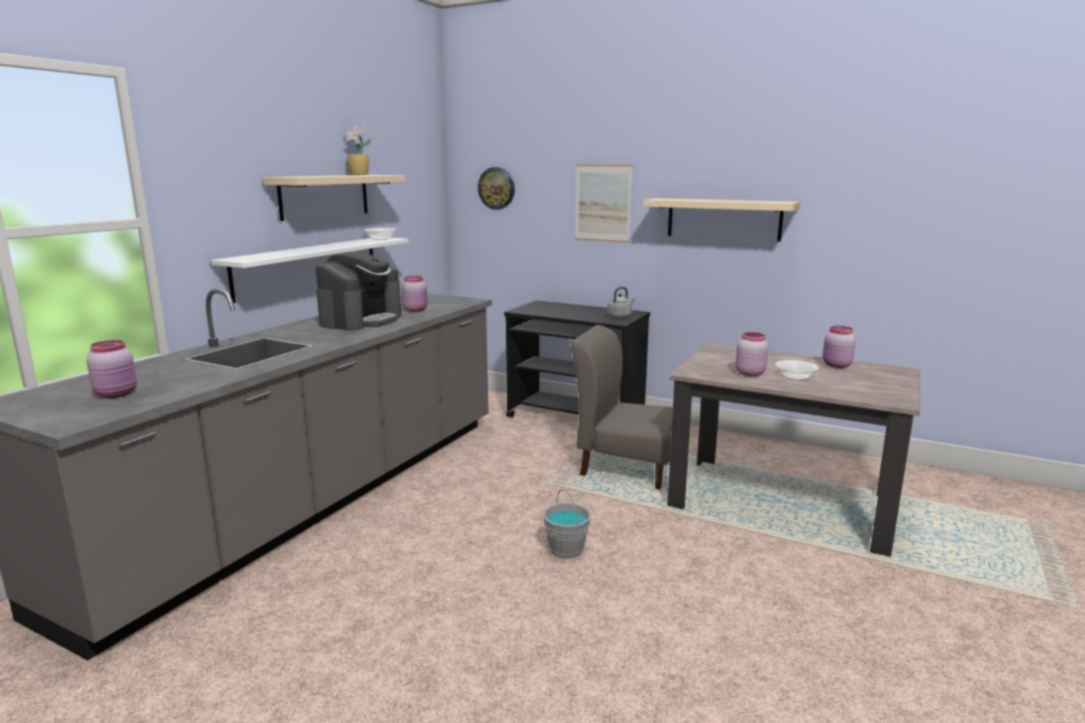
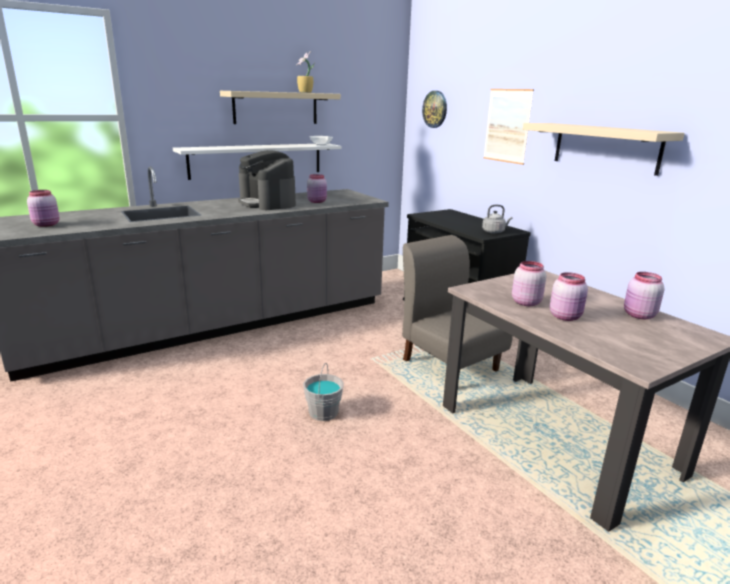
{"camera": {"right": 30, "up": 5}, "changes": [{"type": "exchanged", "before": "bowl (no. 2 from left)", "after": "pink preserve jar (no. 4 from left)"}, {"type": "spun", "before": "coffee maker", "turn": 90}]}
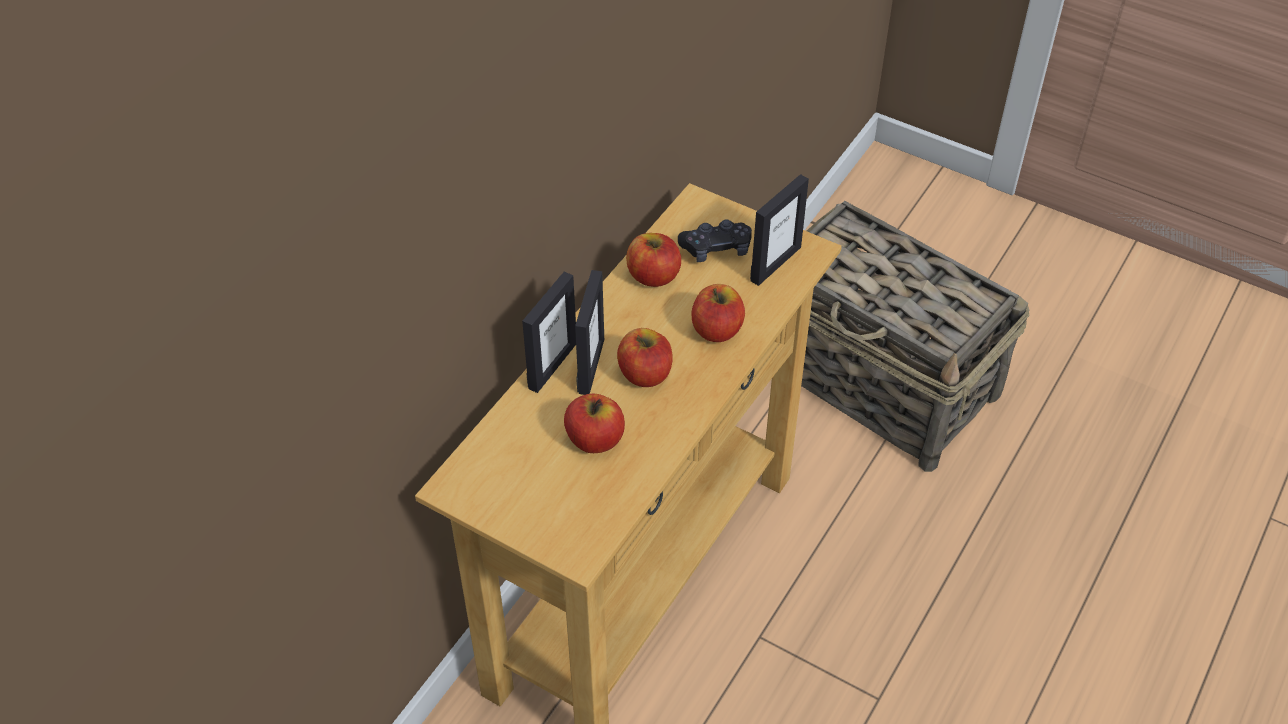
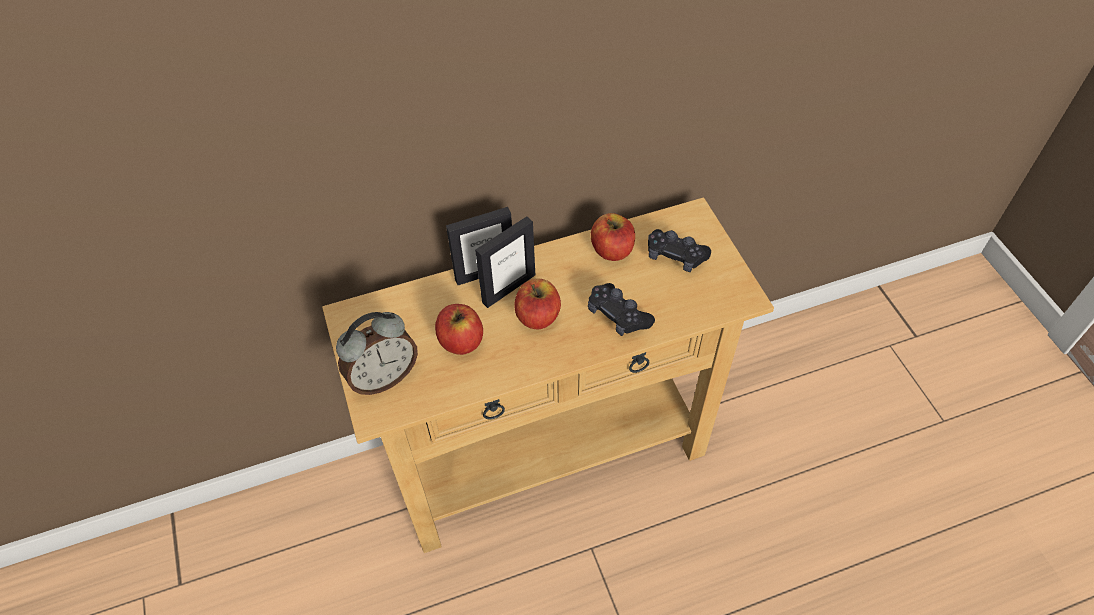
{"camera": {"right": 40, "up": 5}, "changes": [{"type": "missing", "before": "photo frame (no. 3 from left)"}, {"type": "missing", "before": "storage basket"}, {"type": "appeared", "after": "bedside clock"}, {"type": "exchanged", "before": "apple fruit (no. 4 from left)", "after": "black gamepad (no. 1 from left)"}]}
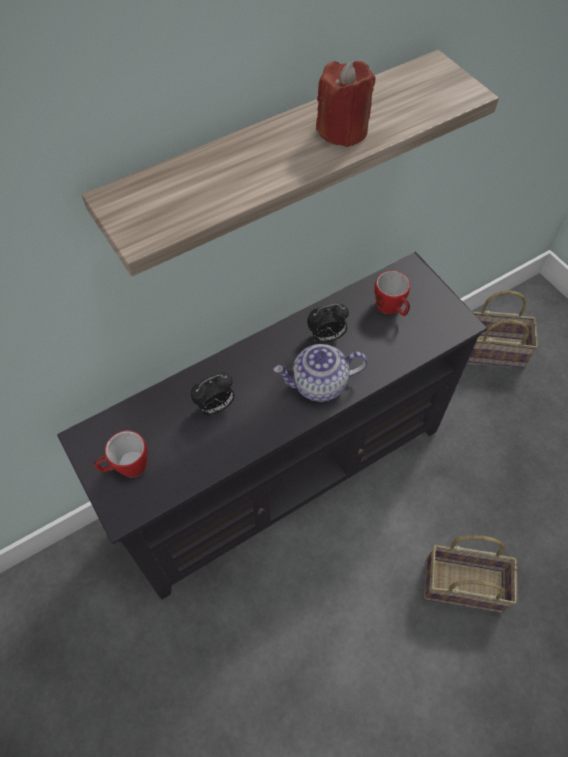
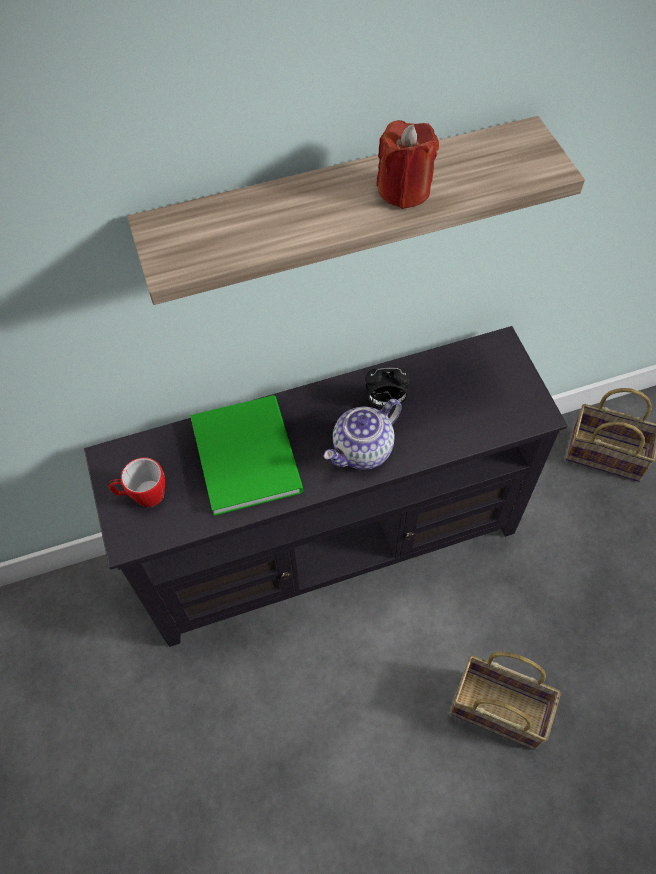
{"camera": {"right": 15, "up": 0}, "changes": [{"type": "missing", "before": "coffee mug (no. 2 from left)"}, {"type": "exchanged", "before": "bedside clock (no. 1 from left)", "after": "green bound book"}, {"type": "spun", "before": "pot for tea", "turn": -45}]}
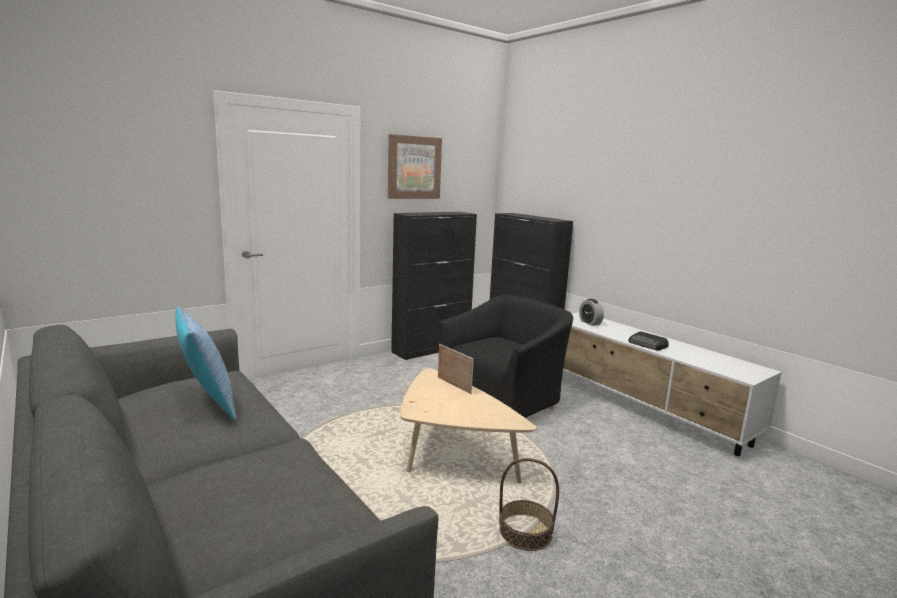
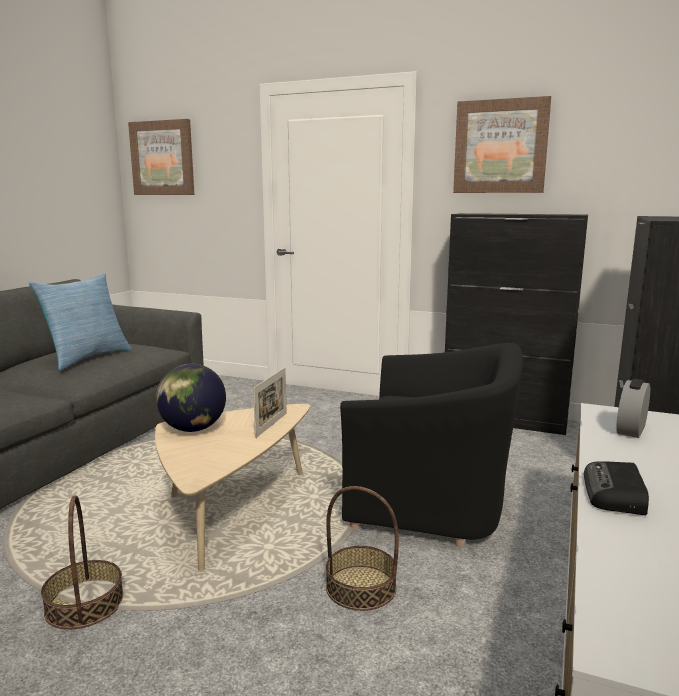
{"camera": {"right": 60, "up": 0}, "changes": [{"type": "appeared", "after": "wall art (no. 1 from left)"}, {"type": "appeared", "after": "world globe"}, {"type": "appeared", "after": "storage basket (no. 2 from left)"}]}
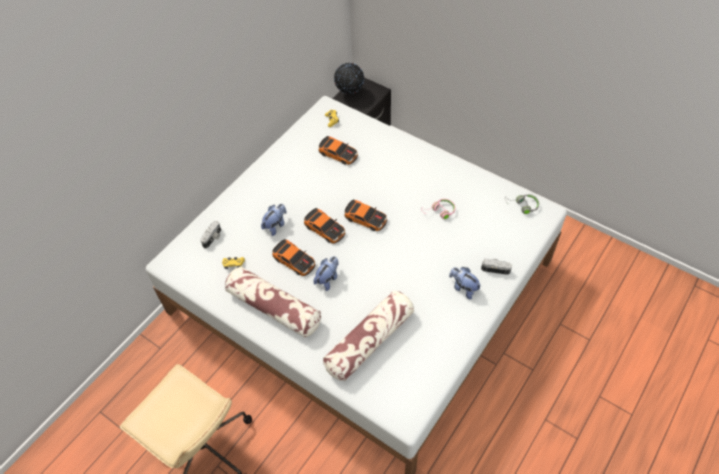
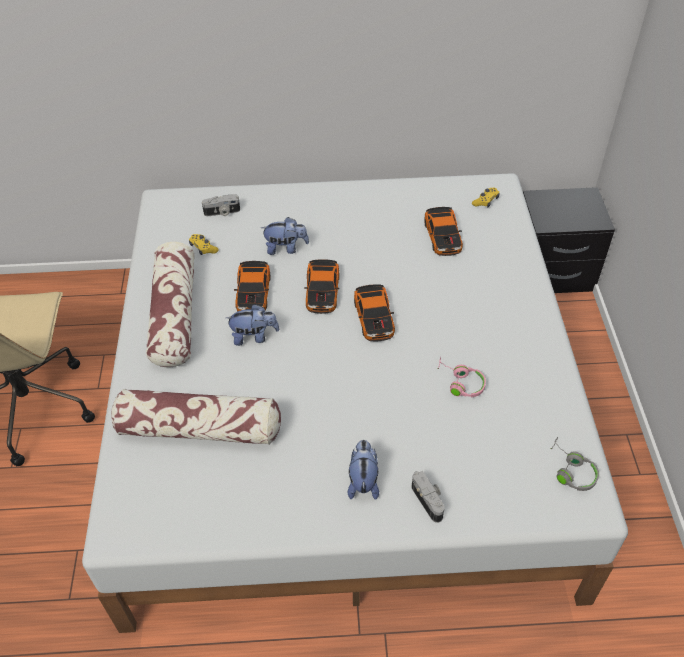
{"camera": {"right": 50, "up": -5}, "changes": [{"type": "missing", "before": "world globe"}]}
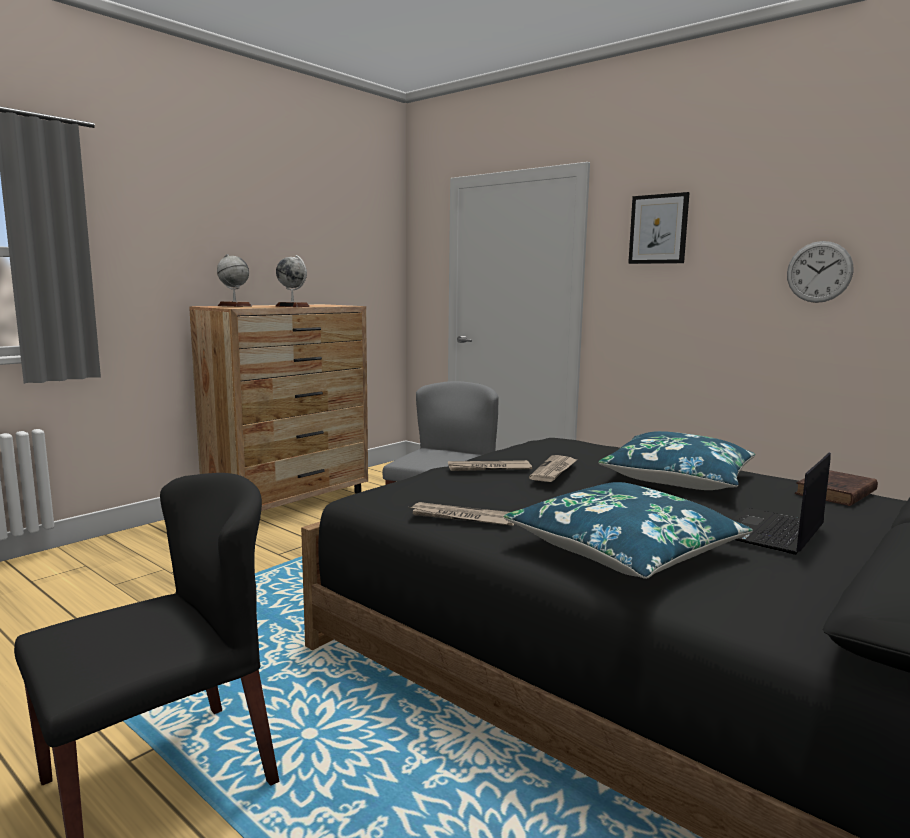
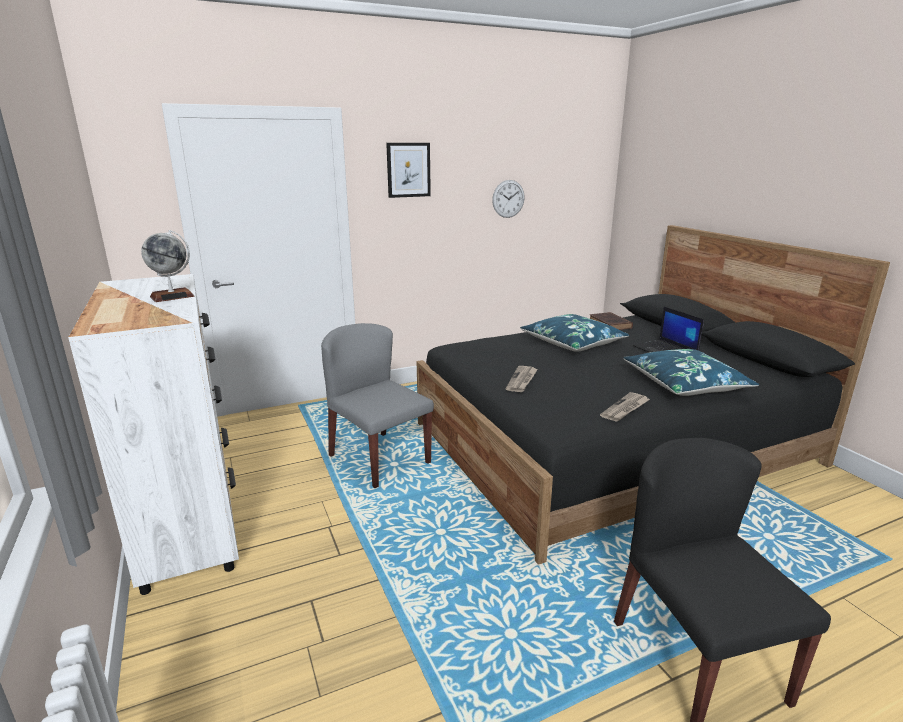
{"camera": {"right": -65, "up": 10}, "changes": [{"type": "missing", "before": "world globe (no. 1 from left)"}, {"type": "missing", "before": "newspaper (no. 3 from left)"}, {"type": "colour", "before": "brownish chest of drawers", "after": "whitish chest of drawers"}]}
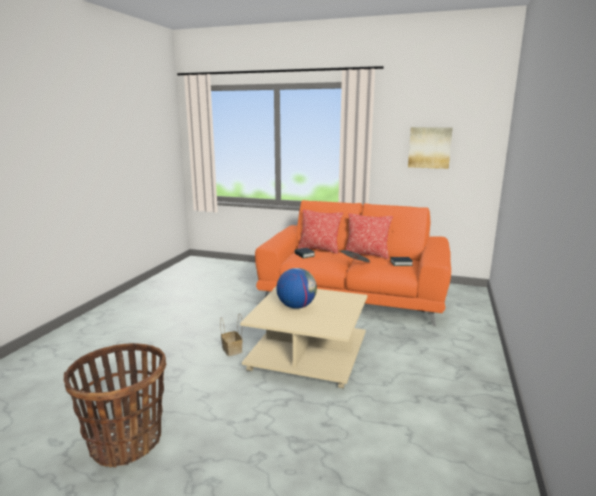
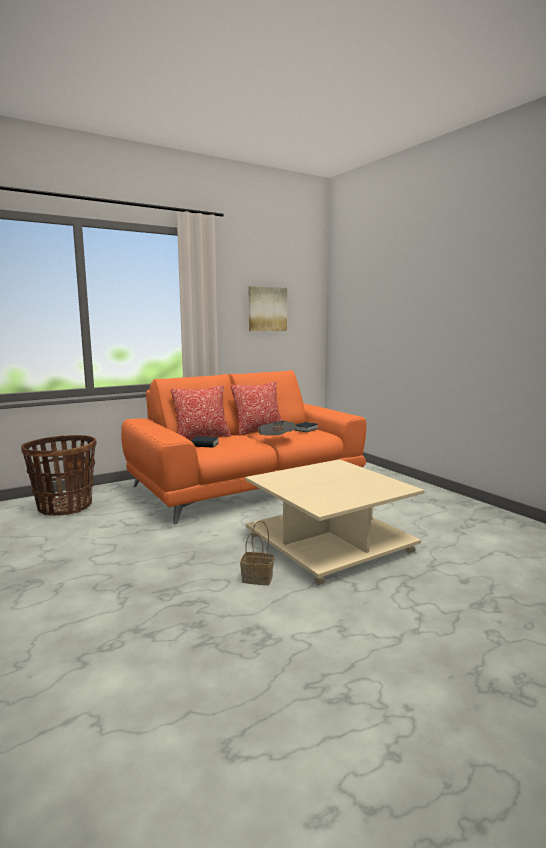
{"camera": {"right": -50, "up": -5}, "changes": [{"type": "missing", "before": "world globe"}, {"type": "relocated", "before": "storage basket (no. 1 from left)"}]}
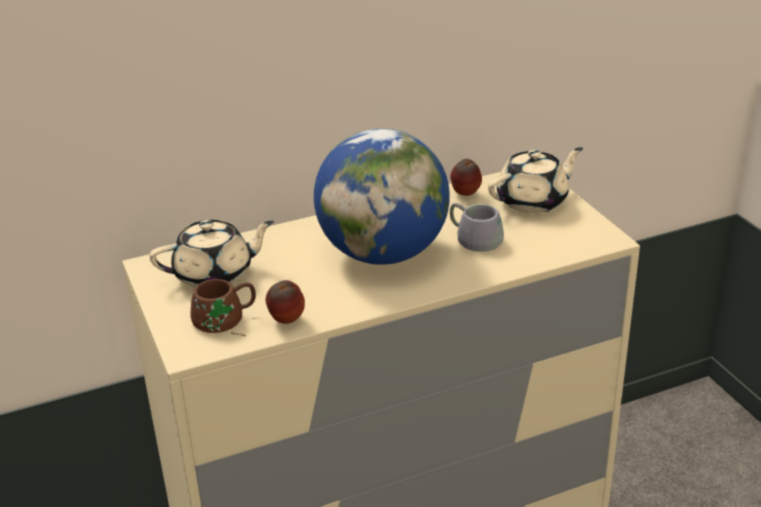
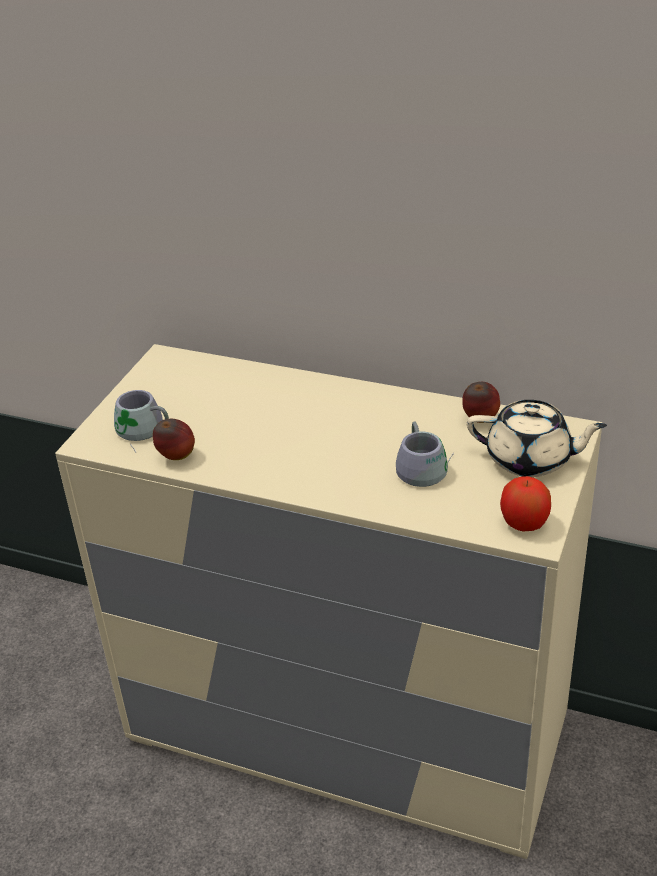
{"camera": {"right": 45, "up": 5}, "changes": [{"type": "missing", "before": "sand-coloured pot for tea (no. 1 from left)"}, {"type": "missing", "before": "world globe"}, {"type": "appeared", "after": "apple fruit (no. 3 from left)"}, {"type": "colour", "before": "brownish coffee mug", "after": "gray coffee mug (no. 1 from left)"}]}
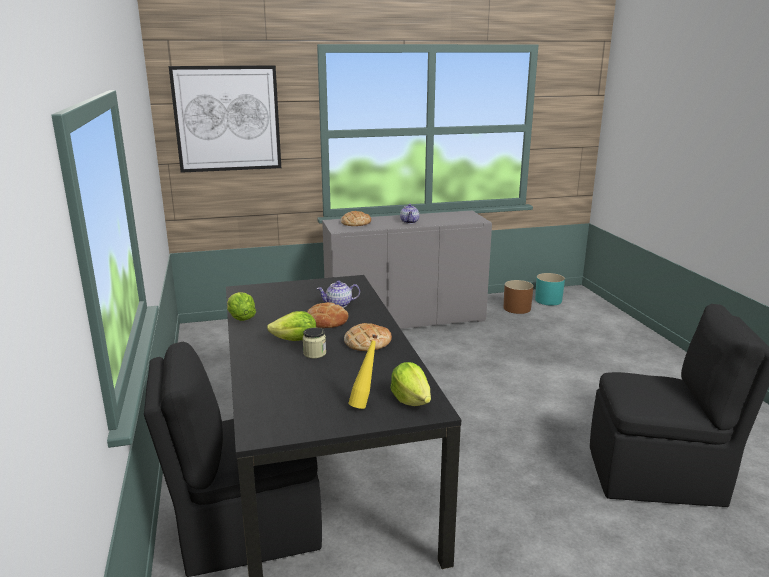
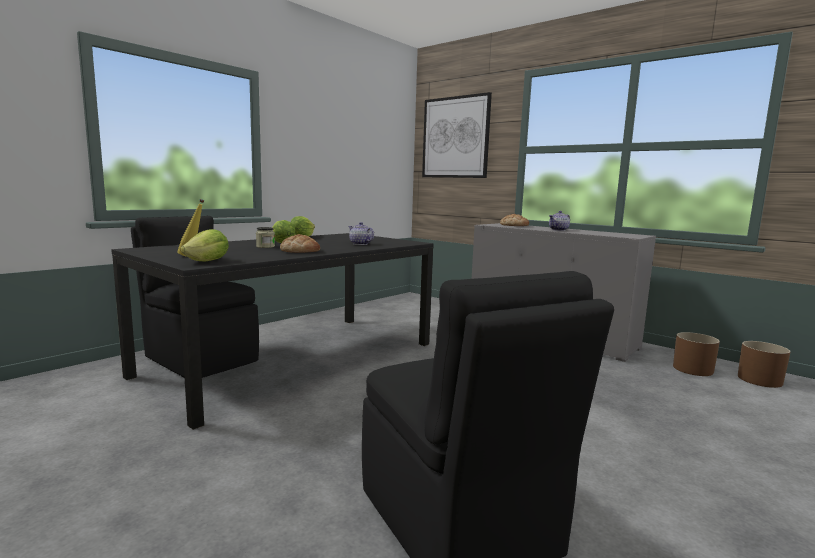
{"camera": {"right": 55, "up": -10}, "changes": [{"type": "missing", "before": "bakery bread (no. 1 from left)"}, {"type": "colour", "before": "turquoise-coloured plant pot", "after": "brownish plant pot (no. 2 from left)"}]}
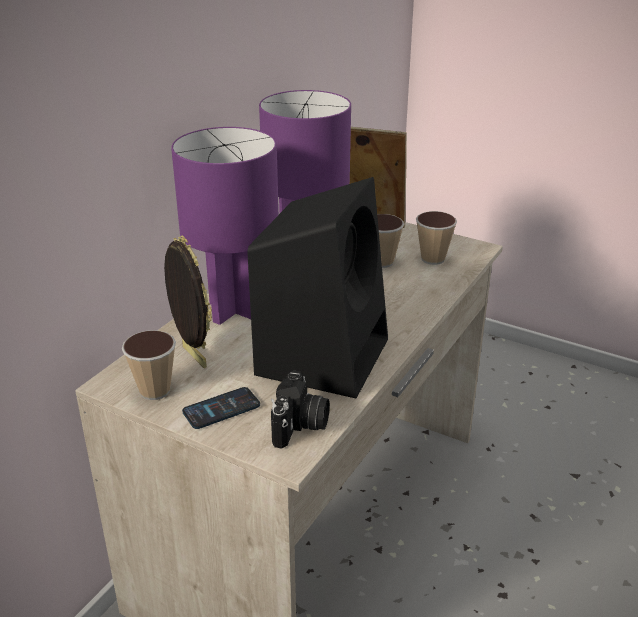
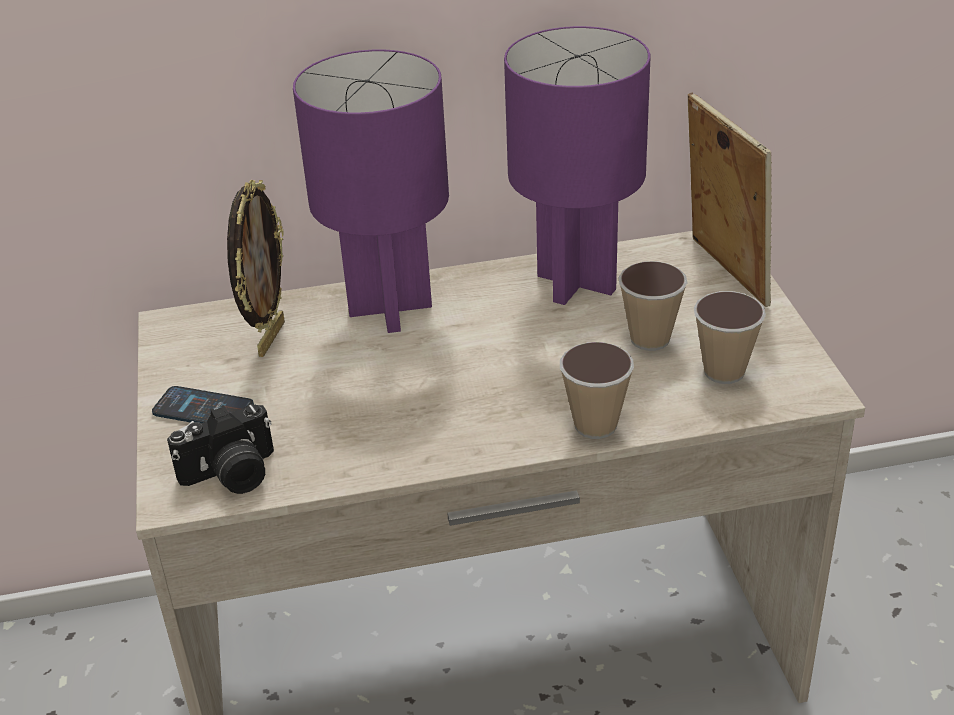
{"camera": {"right": 50, "up": 5}, "changes": [{"type": "missing", "before": "black audio speaker"}, {"type": "relocated", "before": "drinking cup (no. 1 from left)"}]}
